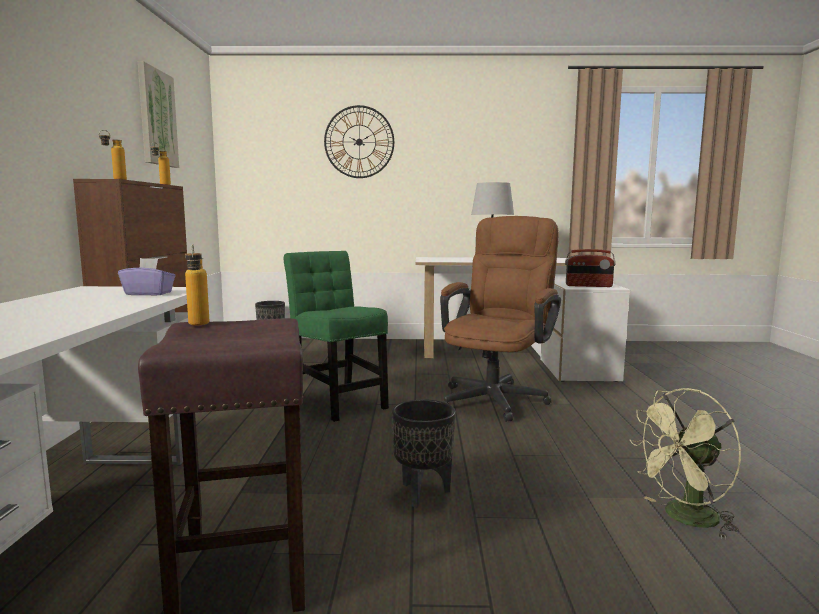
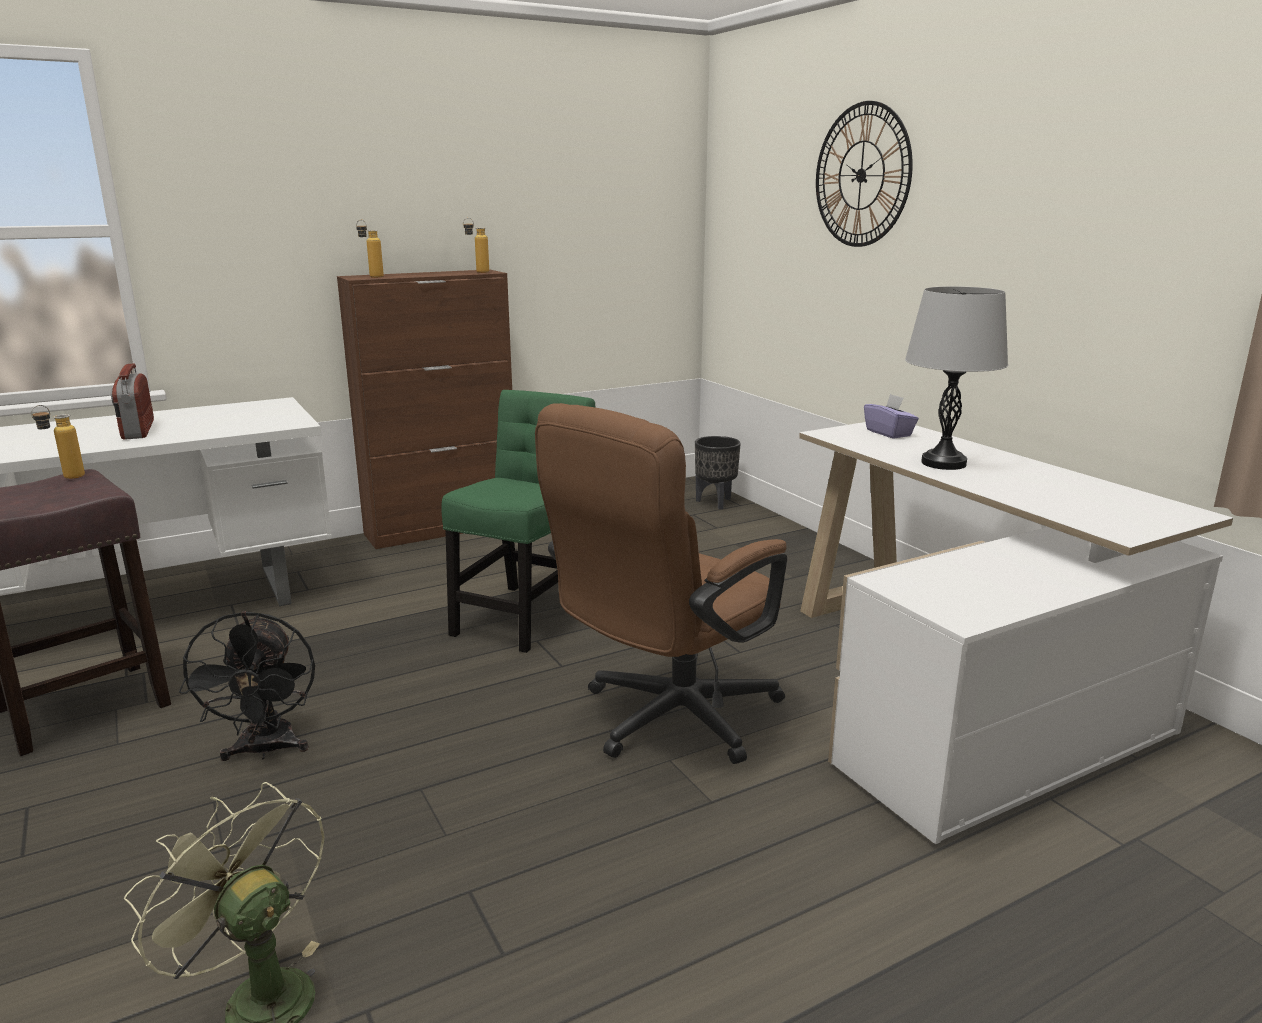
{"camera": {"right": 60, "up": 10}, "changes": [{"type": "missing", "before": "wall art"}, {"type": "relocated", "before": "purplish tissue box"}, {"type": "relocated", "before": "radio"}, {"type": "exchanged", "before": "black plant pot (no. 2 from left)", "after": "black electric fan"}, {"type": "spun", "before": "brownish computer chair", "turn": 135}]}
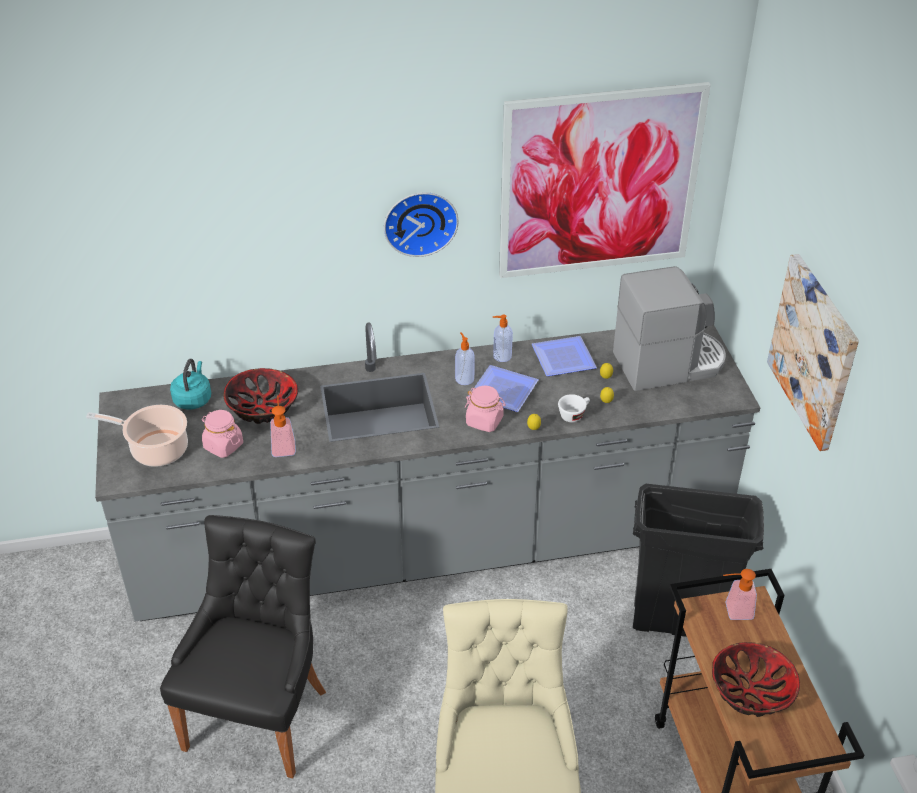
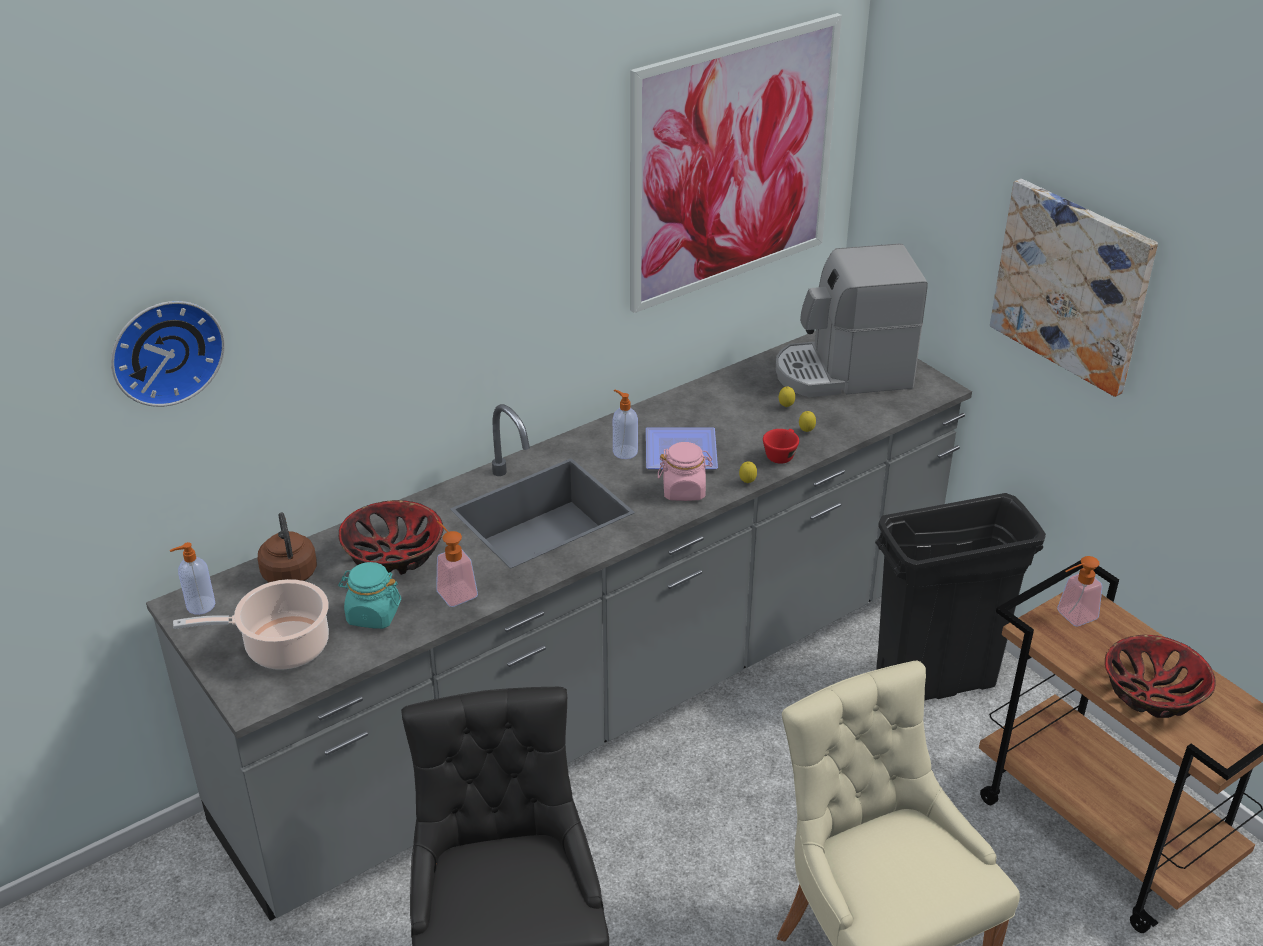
{"camera": {"right": -25, "up": -5}, "changes": [{"type": "missing", "before": "dinner plate (no. 2 from left)"}, {"type": "relocated", "before": "wall clock"}, {"type": "relocated", "before": "soap dispenser (no. 3 from left in the first image)", "after": "soap dispenser (no. 1 from left)"}, {"type": "colour", "before": "turquoise-coloured tea kettle", "after": "brownish tea kettle"}, {"type": "colour", "before": "pink preserve jar (no. 1 from left)", "after": "turquoise-coloured preserve jar"}, {"type": "colour", "before": "whitish drinking cup", "after": "red drinking cup"}, {"type": "spun", "before": "coffee maker", "turn": -150}]}
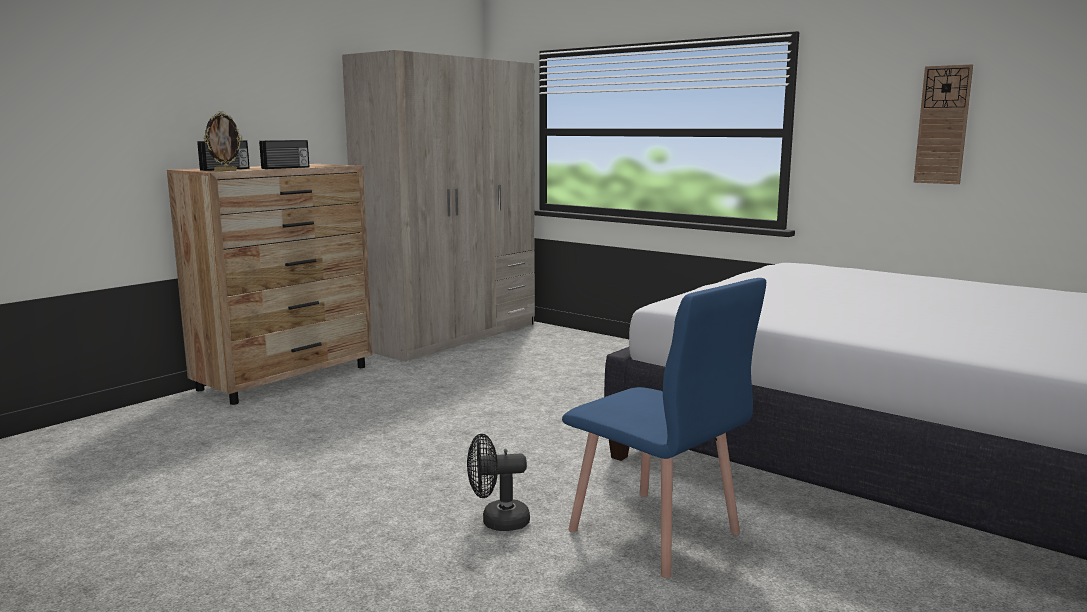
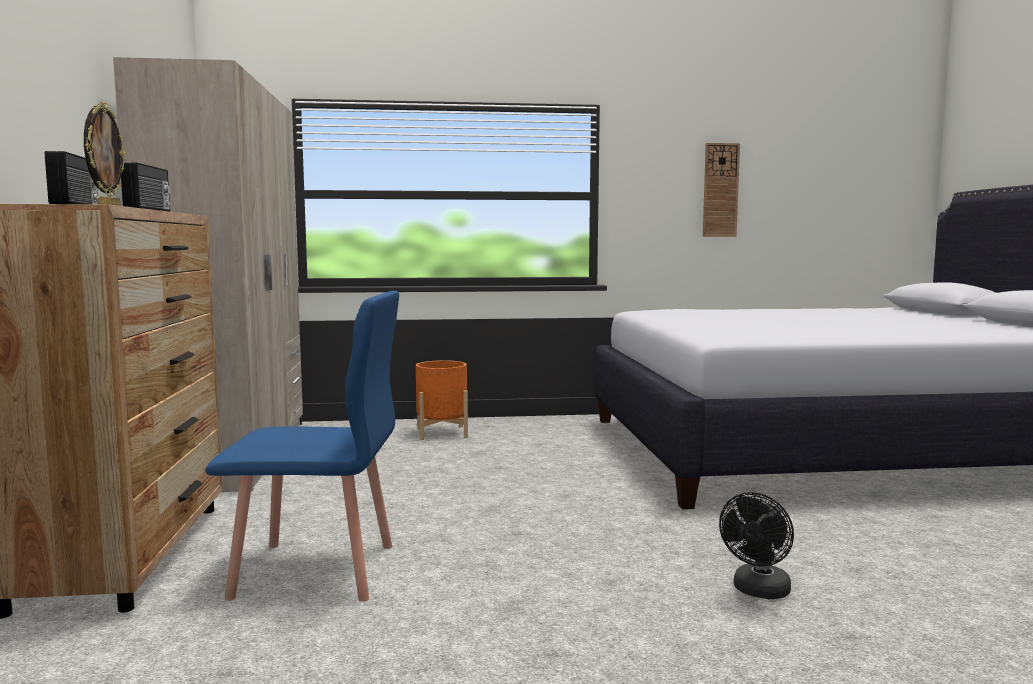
{"camera": {"right": -45, "up": -5}, "changes": [{"type": "appeared", "after": "orange plant pot"}, {"type": "relocated", "before": "bluish chair"}]}
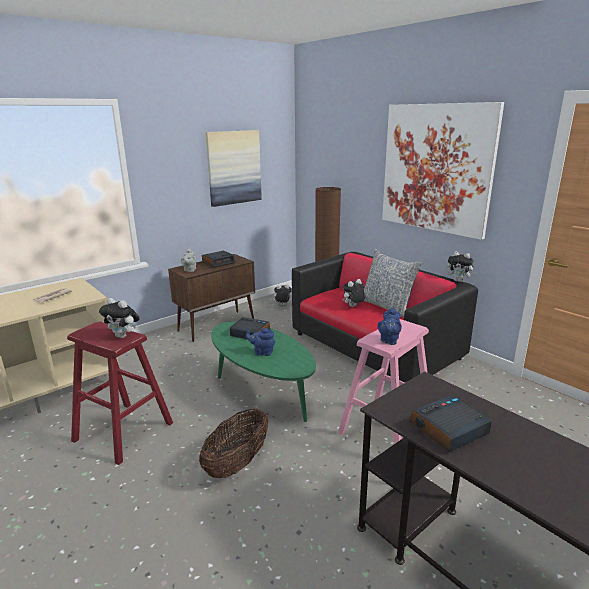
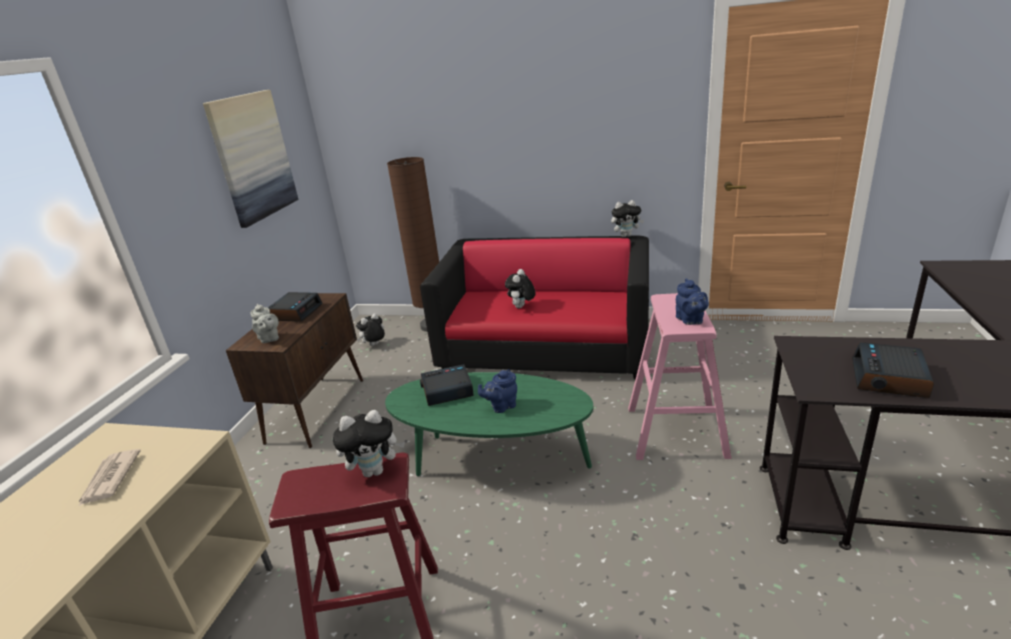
{"camera": {"right": -35, "up": 5}, "changes": [{"type": "missing", "before": "storage basket"}, {"type": "missing", "before": "cushion"}, {"type": "missing", "before": "wall art (no. 2 from left)"}]}
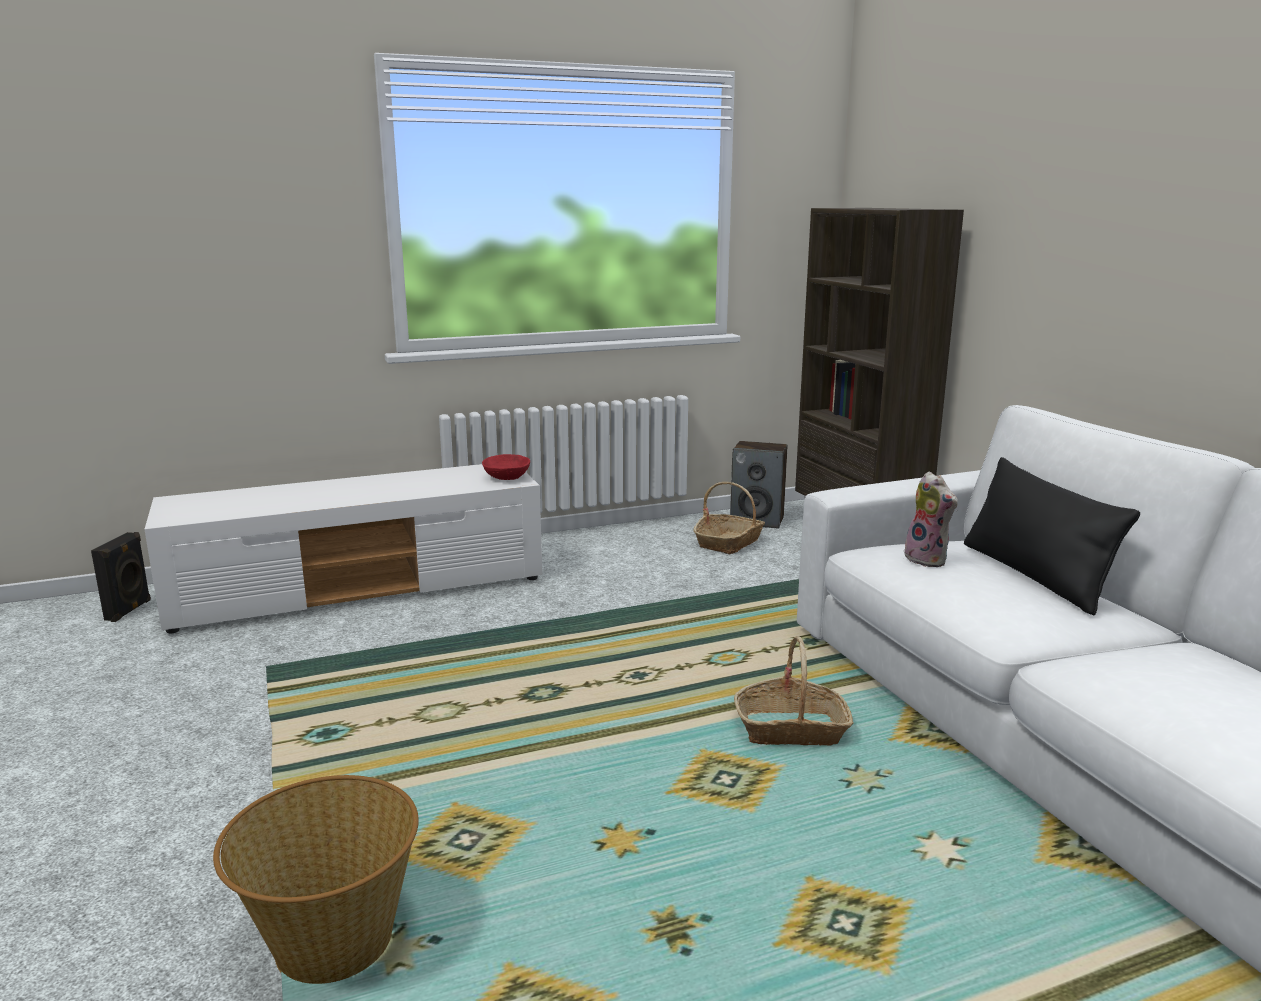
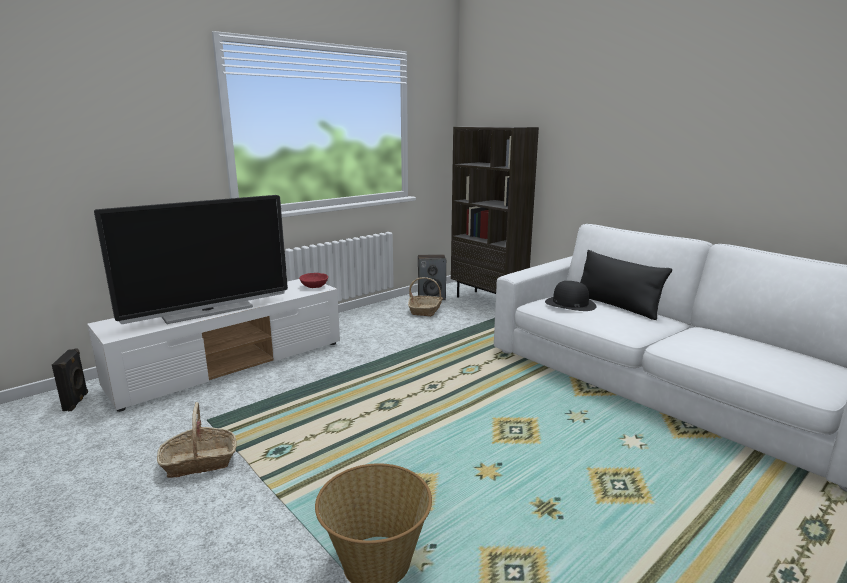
{"camera": {"right": -20, "up": 0}, "changes": [{"type": "appeared", "after": "television"}, {"type": "relocated", "before": "storage basket (no. 3 from left in the first image)", "after": "storage basket (no. 1 from left)"}, {"type": "exchanged", "before": "cuddly toy", "after": "black wearable hat"}]}
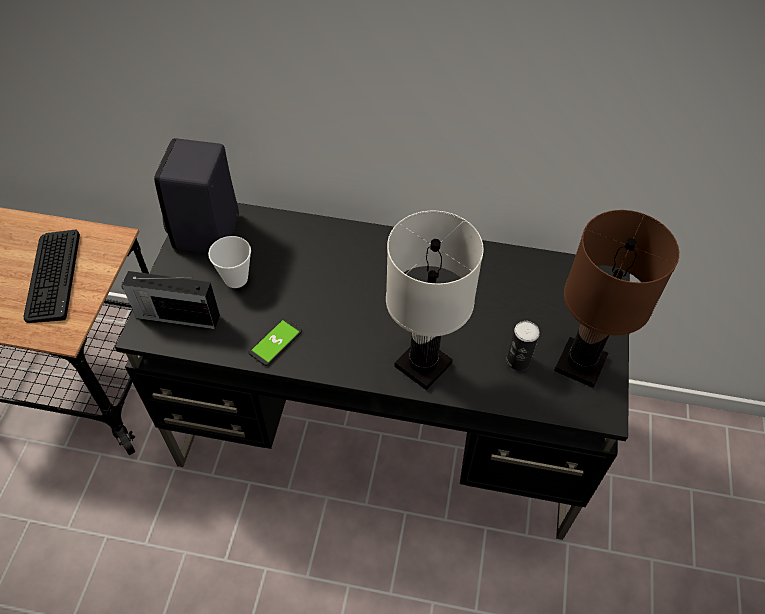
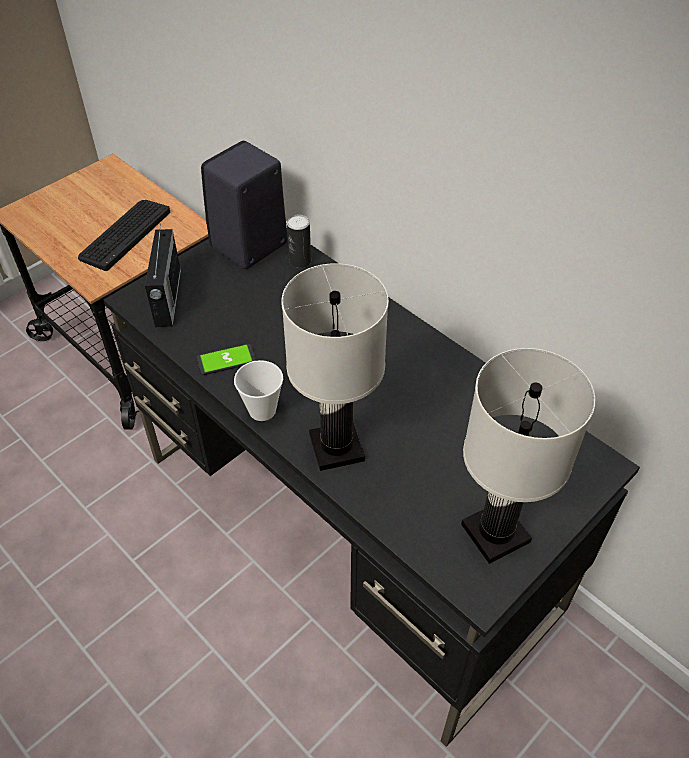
{"camera": {"right": 35, "up": -5}, "changes": [{"type": "relocated", "before": "drinking cup"}, {"type": "relocated", "before": "metal can"}, {"type": "colour", "before": "brownish lamp for a table", "after": "whitish lamp for a table (no. 2 from left)"}, {"type": "spun", "before": "radio", "turn": -135}]}
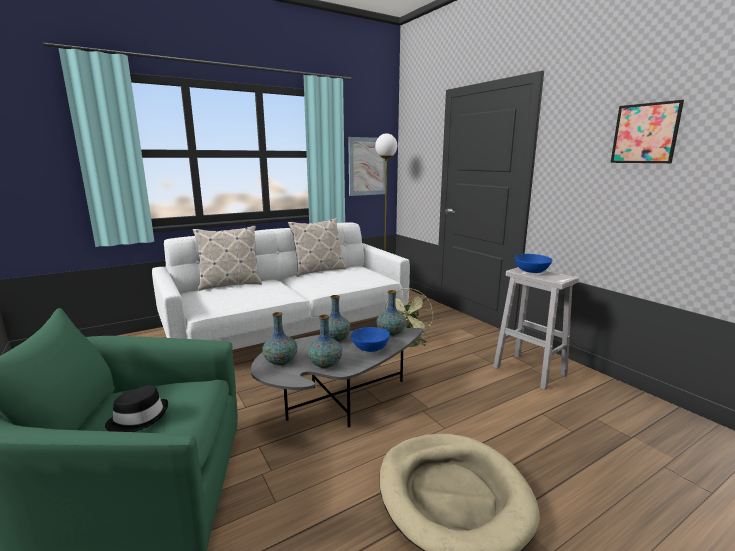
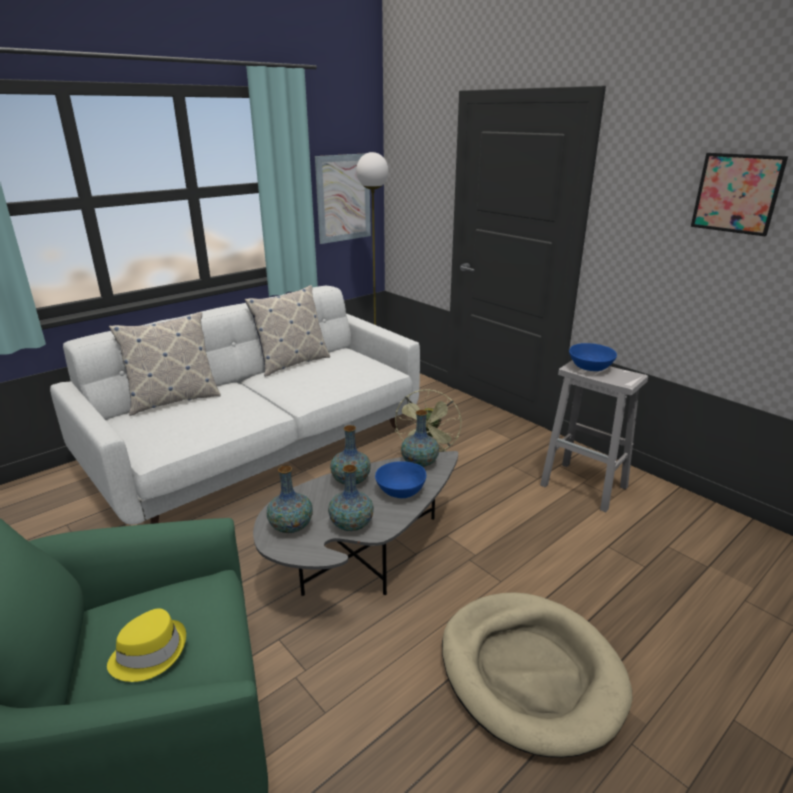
{"camera": {"right": -10, "up": 10}, "changes": [{"type": "colour", "before": "black wearable hat", "after": "yellowish wearable hat"}]}
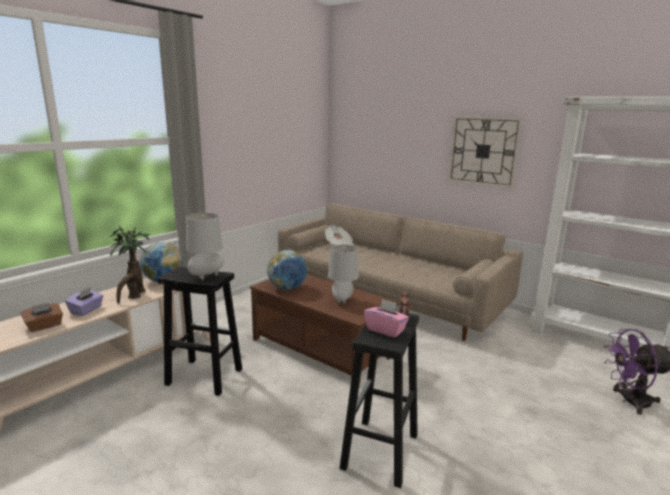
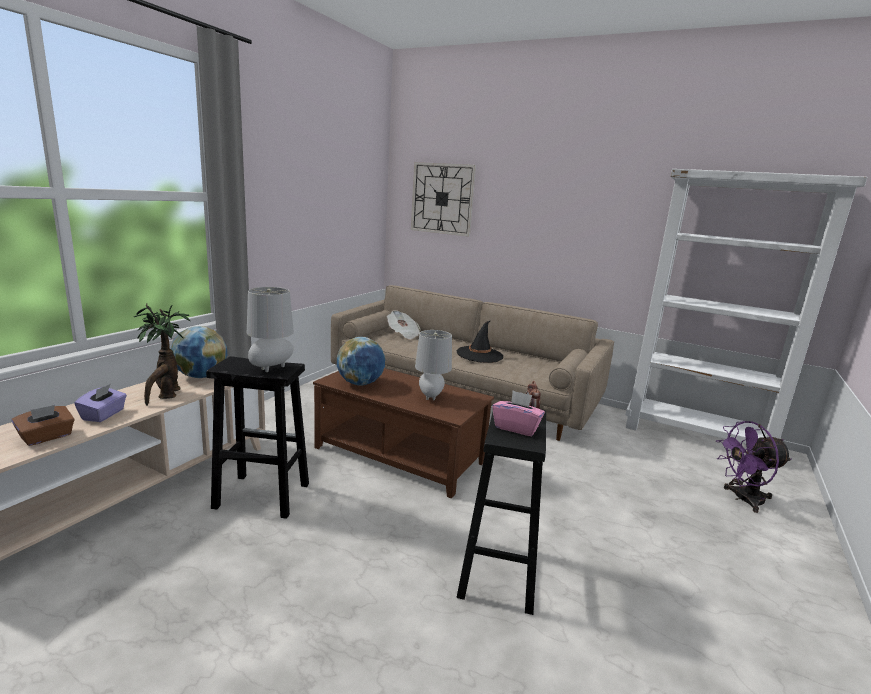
{"camera": {"right": -10, "up": 0}, "changes": [{"type": "appeared", "after": "black wearable hat"}, {"type": "relocated", "before": "wall clock"}]}
